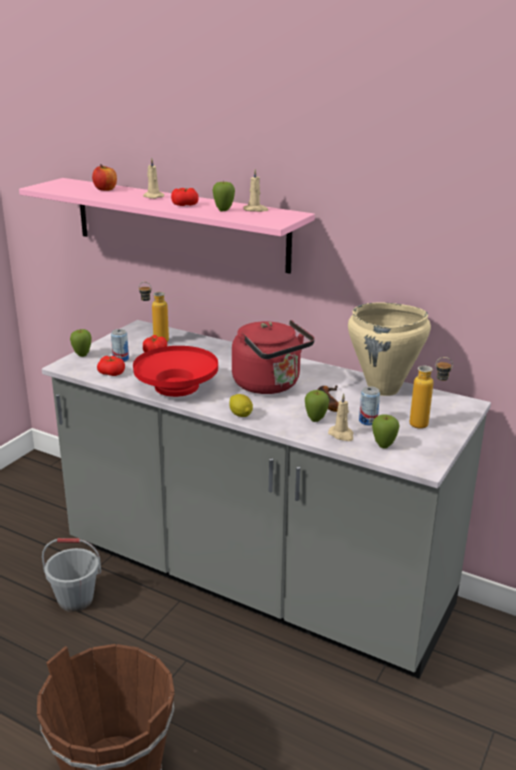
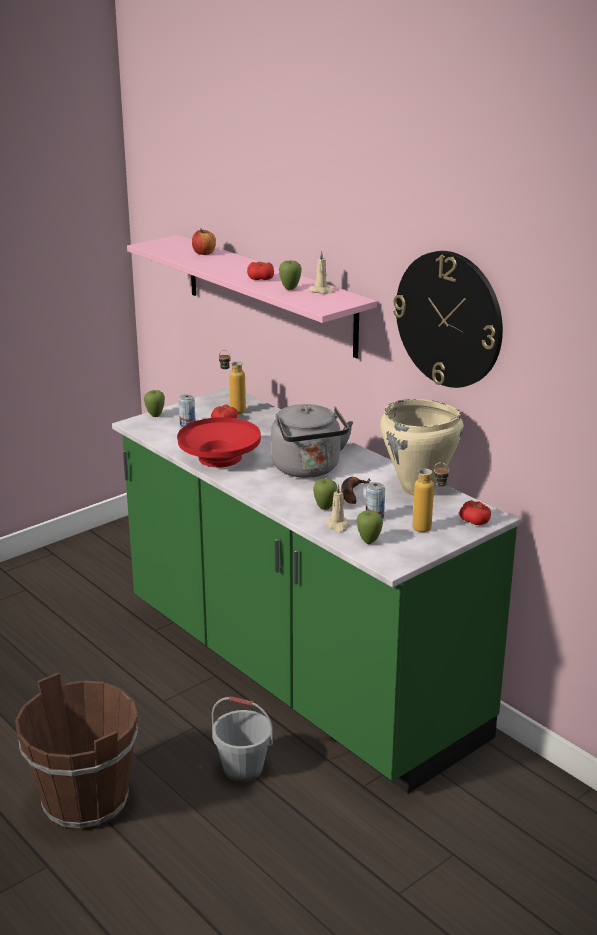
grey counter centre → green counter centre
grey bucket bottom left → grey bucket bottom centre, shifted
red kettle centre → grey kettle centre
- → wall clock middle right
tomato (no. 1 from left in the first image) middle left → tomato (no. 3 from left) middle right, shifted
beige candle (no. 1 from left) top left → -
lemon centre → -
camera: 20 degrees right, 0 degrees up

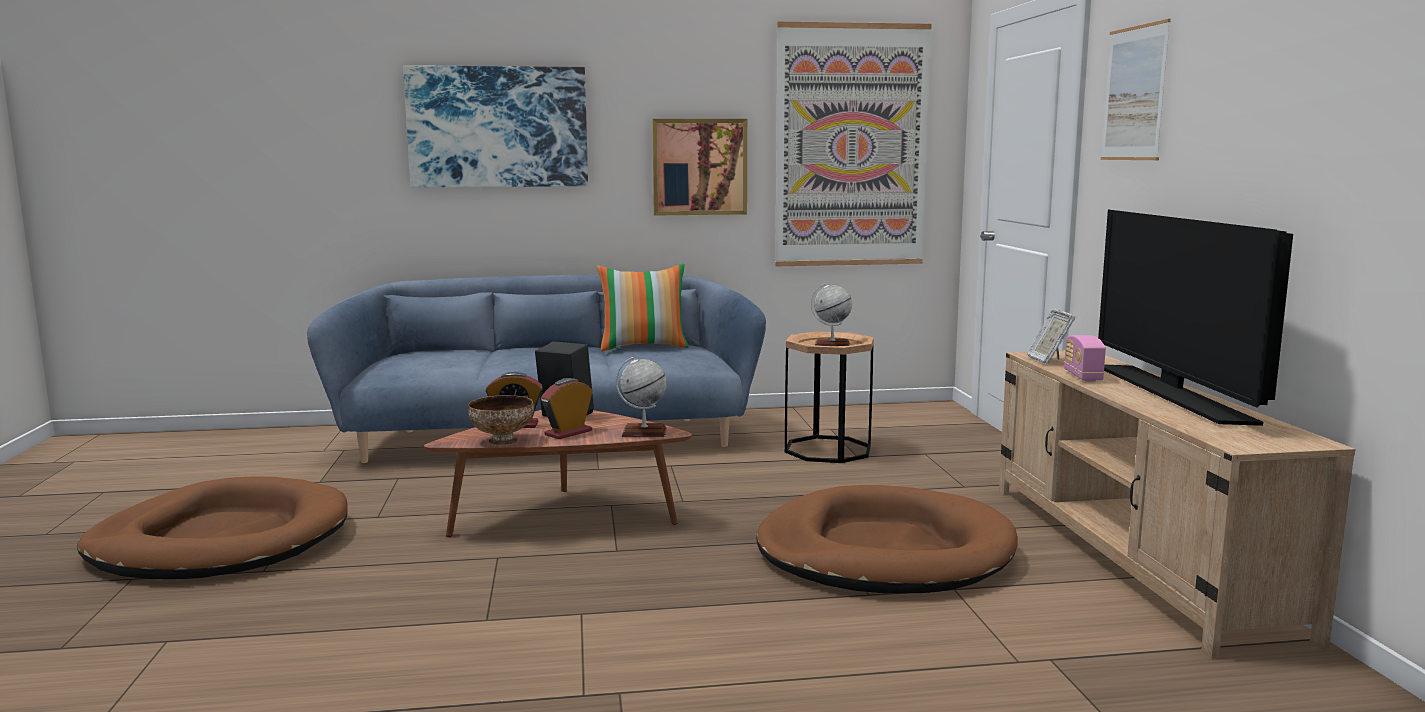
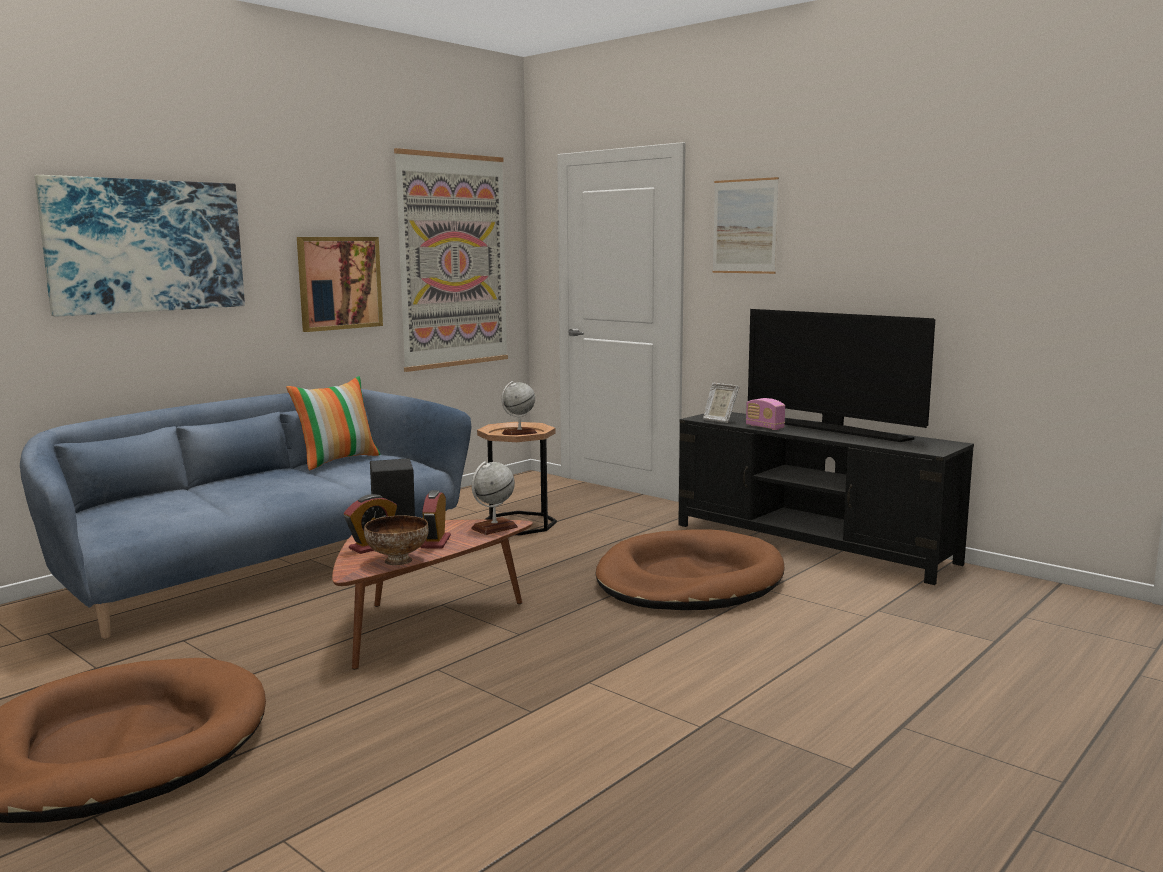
beige tv stand bottom right → black tv stand middle right
camera: 40 degrees left, 0 degrees up

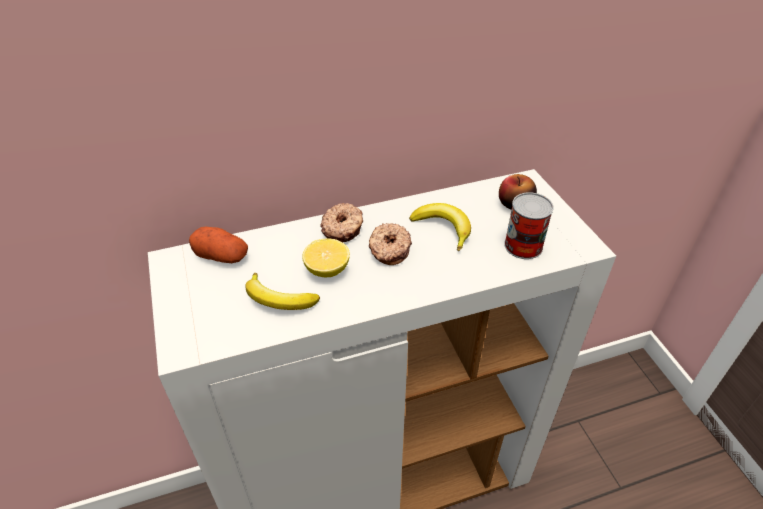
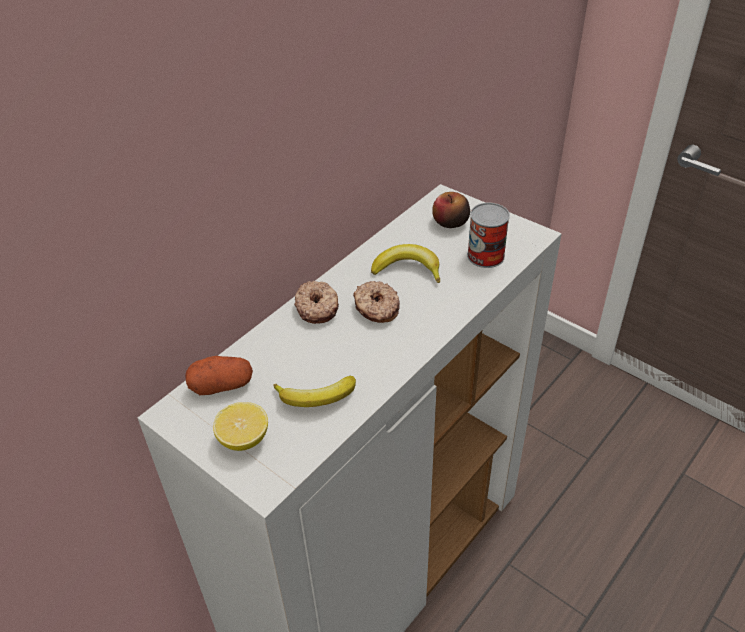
lemon centre → lemon bottom left, shifted
camera: 30 degrees left, 0 degrees up

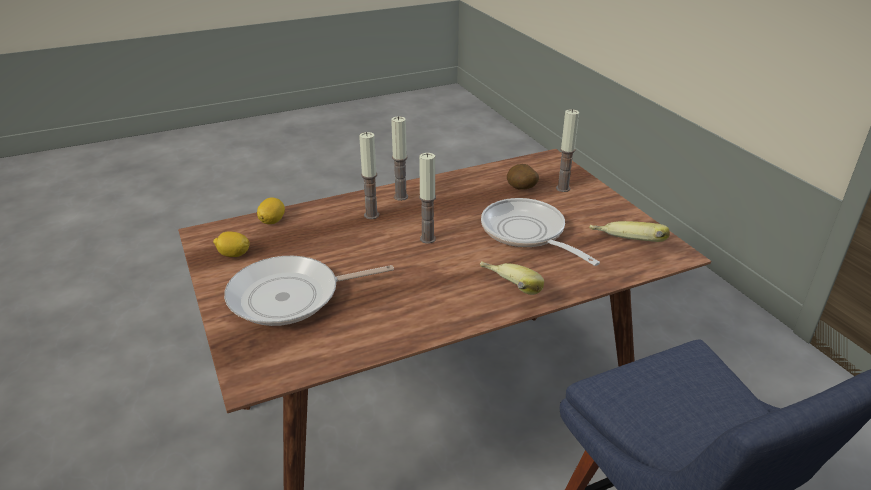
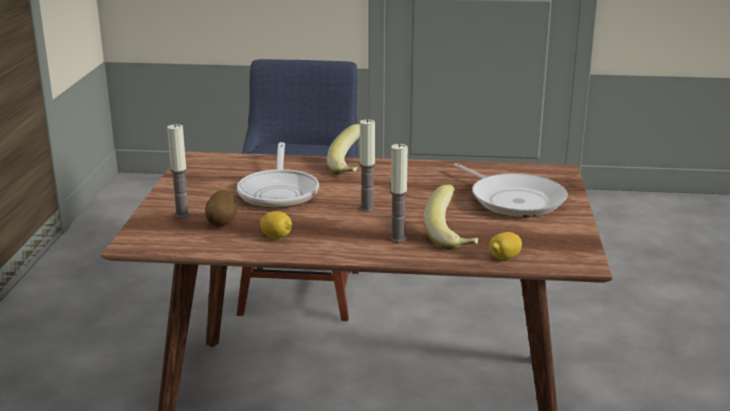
lemon (no. 1 from left) middle left → lemon (no. 1 from left) centre, shifted
banana (no. 2 from left) middle right → banana (no. 2 from left) centre, shifted
frying pan (no. 1 from left in the first image) centre → frying pan (no. 2 from left) middle right, 45 degrees clockwise
candle (no. 2 from left) top centre → -
camera: 150 degrees left, 10 degrees down

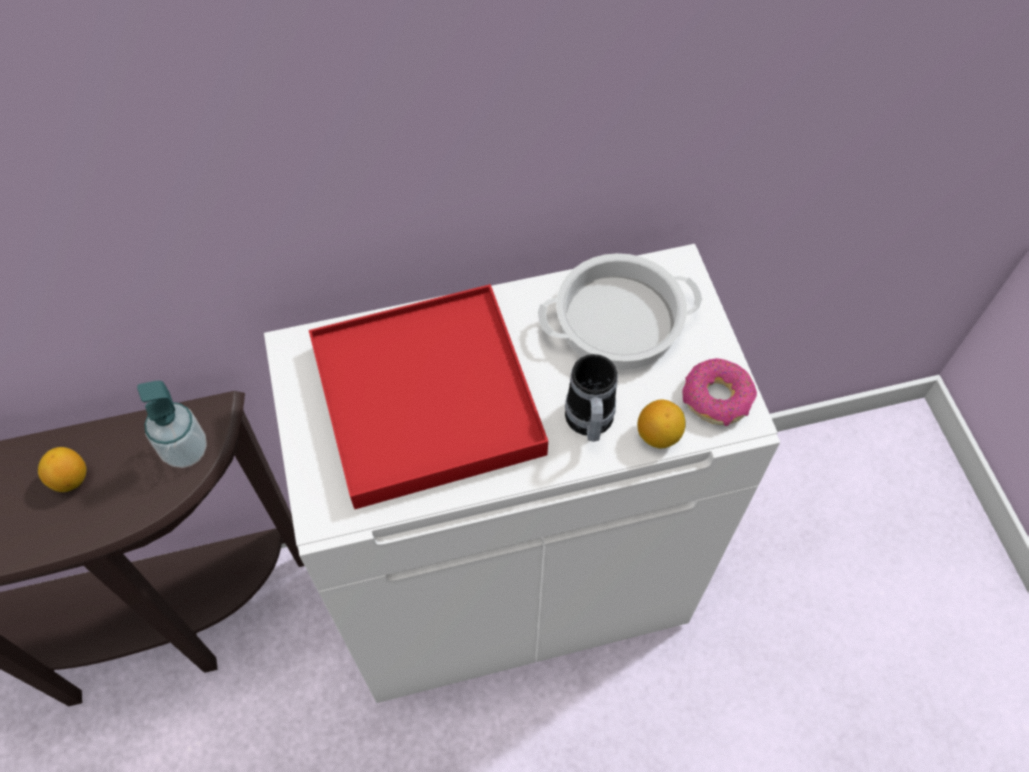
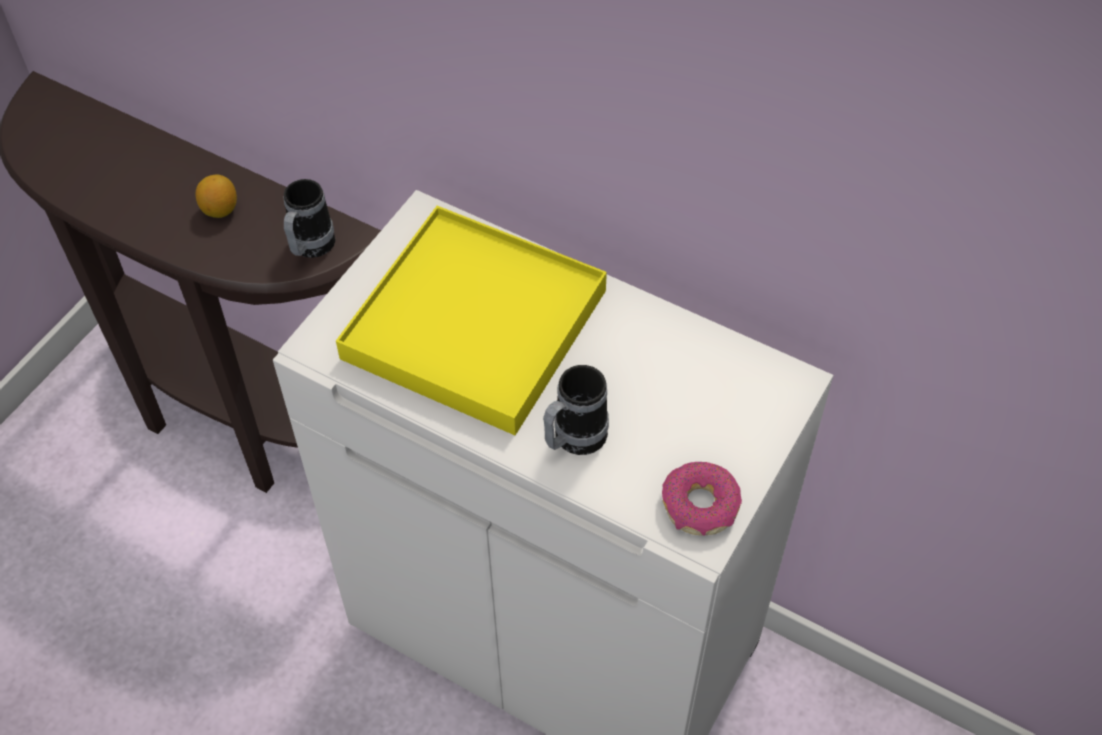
soap dispenser middle left → mug (no. 1 from left) top left
red tray centre → yellow tray centre
cooking pot centre → -
lemon (no. 2 from left) centre → -
camera: 45 degrees right, 5 degrees down

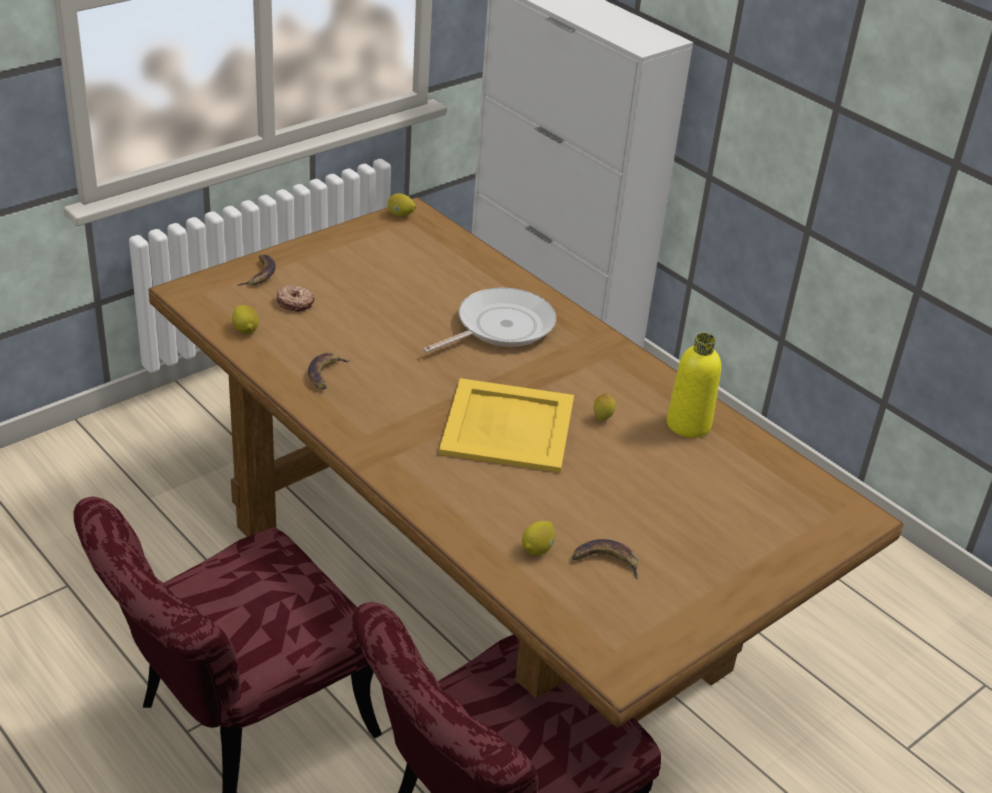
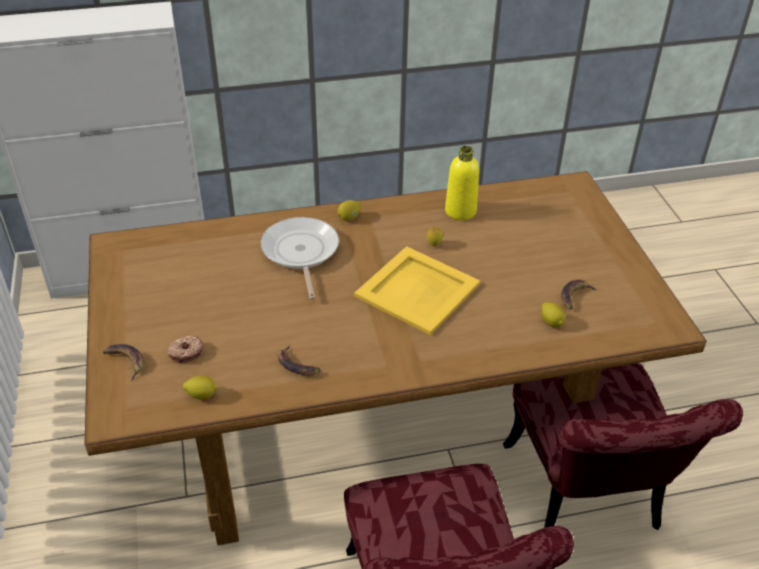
lemon (no. 2 from left) top centre → lemon (no. 2 from left) centre, shifted
camera: 60 degrees left, 5 degrees up

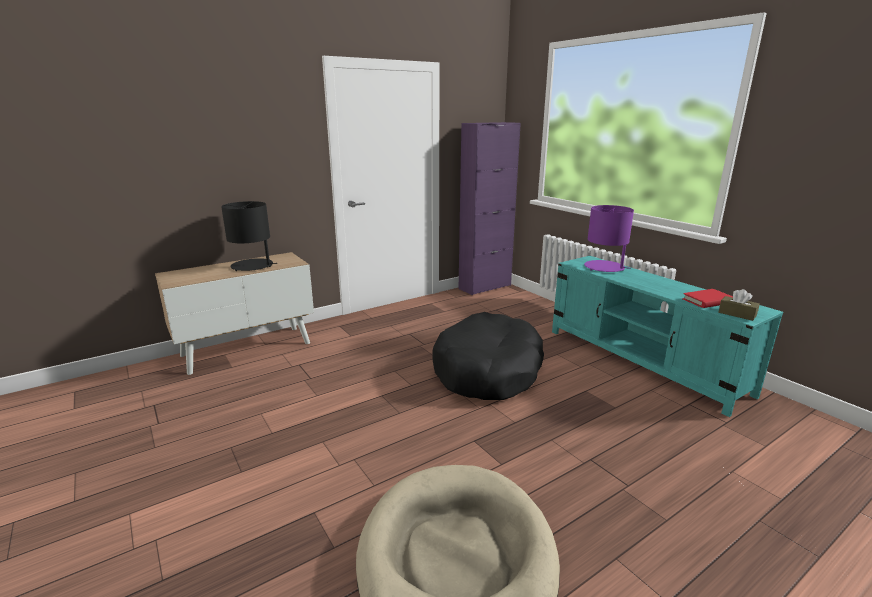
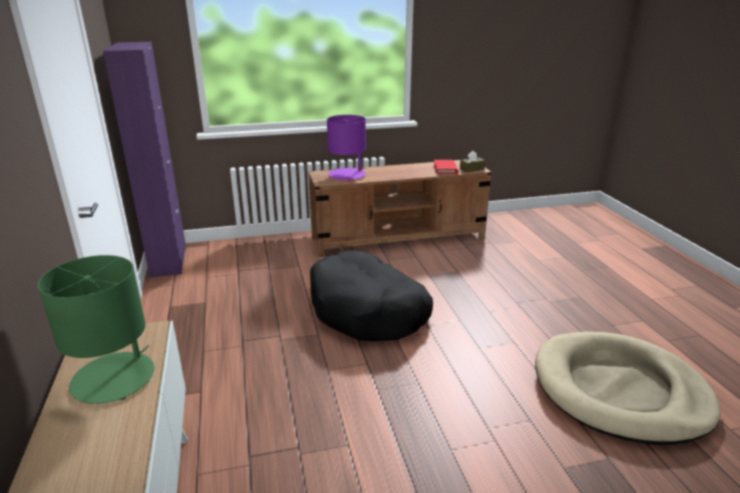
black table lamp middle left → green table lamp bottom left
turquoise tv stand middle right → brown tv stand centre
camera: 70 degrees left, 5 degrees up

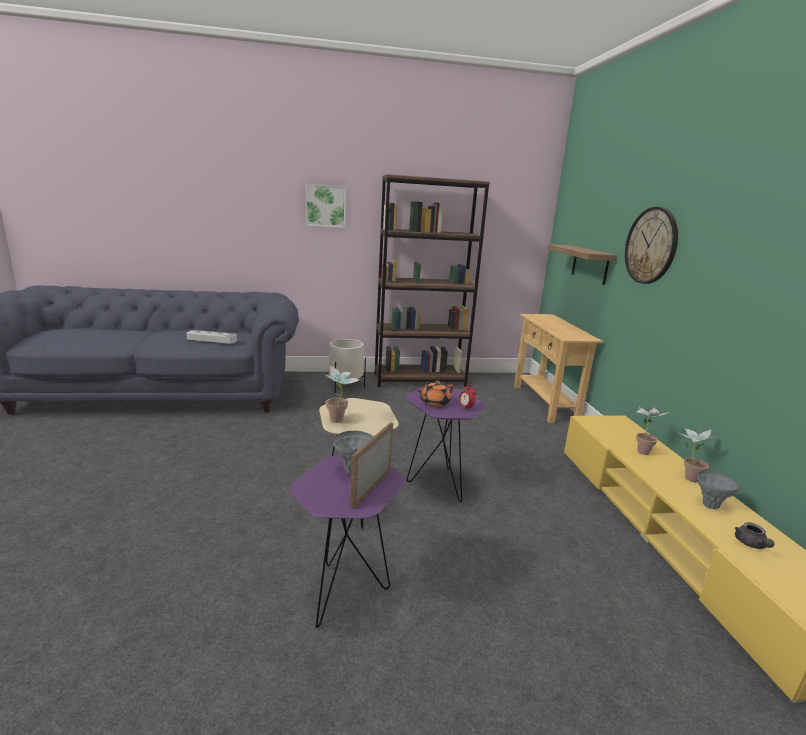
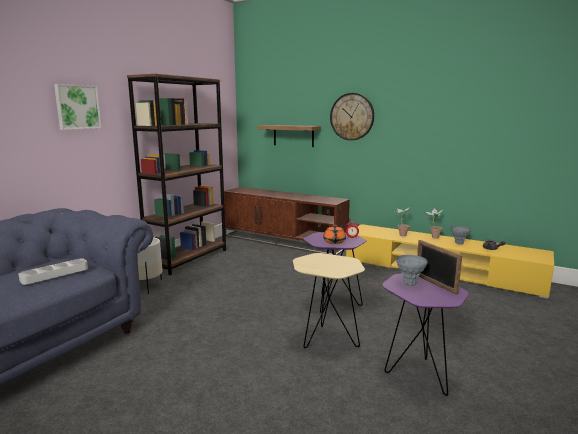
beige console table middle right → brown tv stand centre
potted plant (no. 1 from left) centre → -
camera: 50 degrees left, 5 degrees down

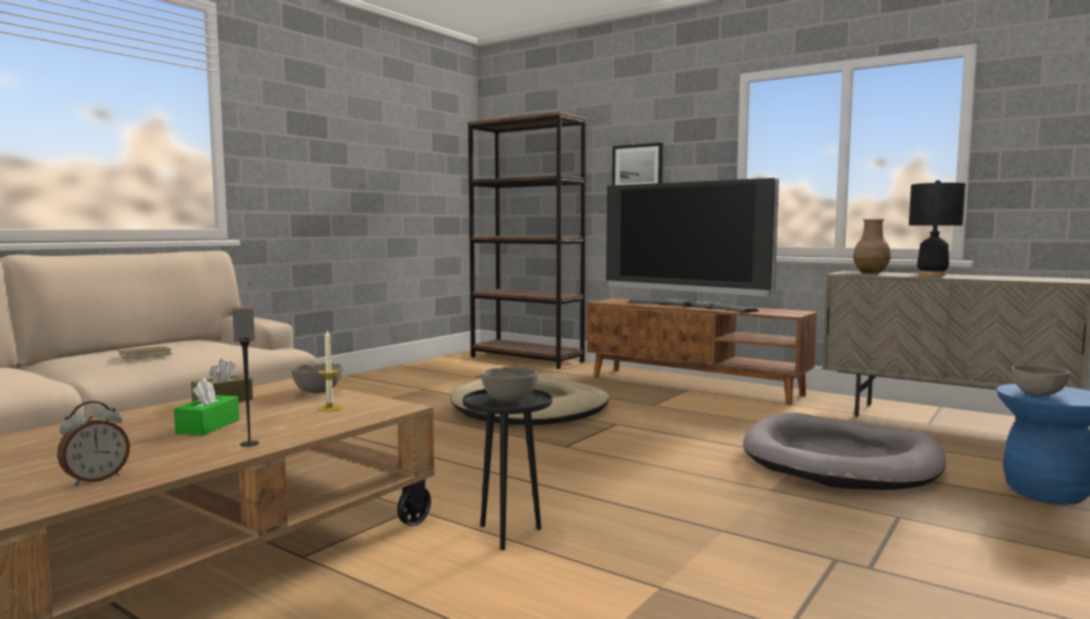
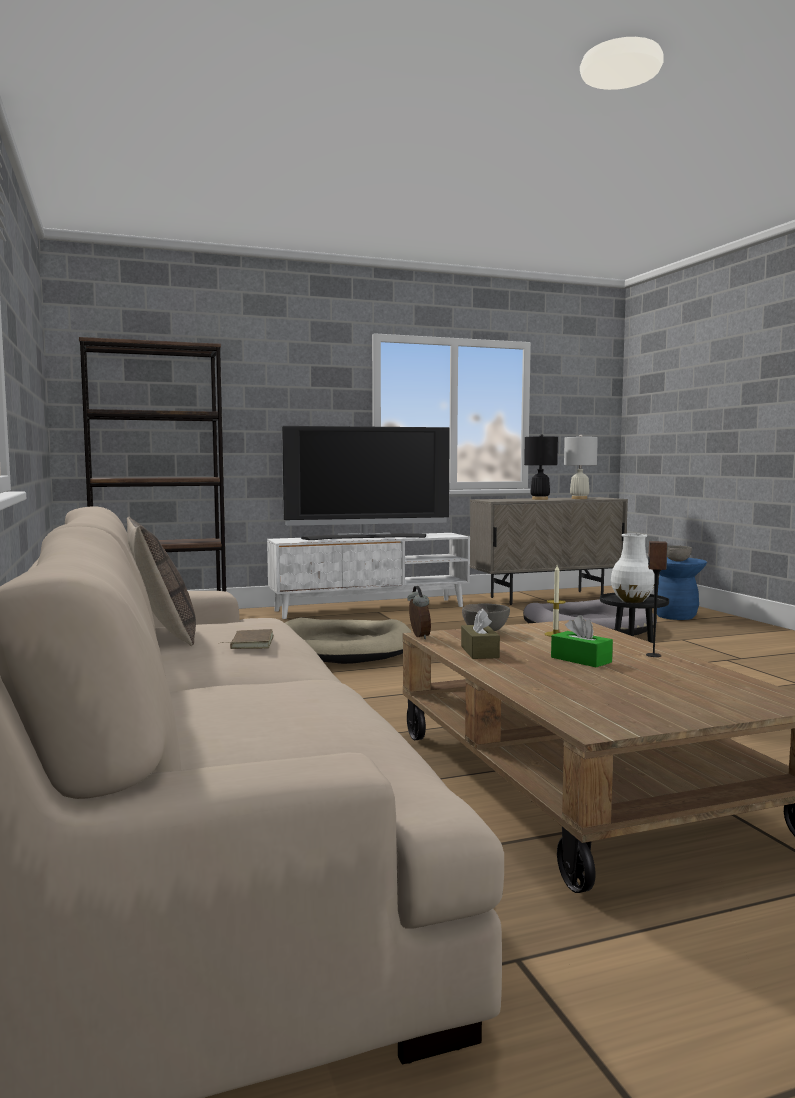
- → pillow middle left
brown tv stand centre → white tv stand centre
alarm clock bottom left → alarm clock centre, shifted
- → white table lamp middle right
grey bowl (no. 2 from left) centre → white vase middle right
picture top centre → -
brown vase middle right → -
camera: 55 degrees left, 0 degrees up

